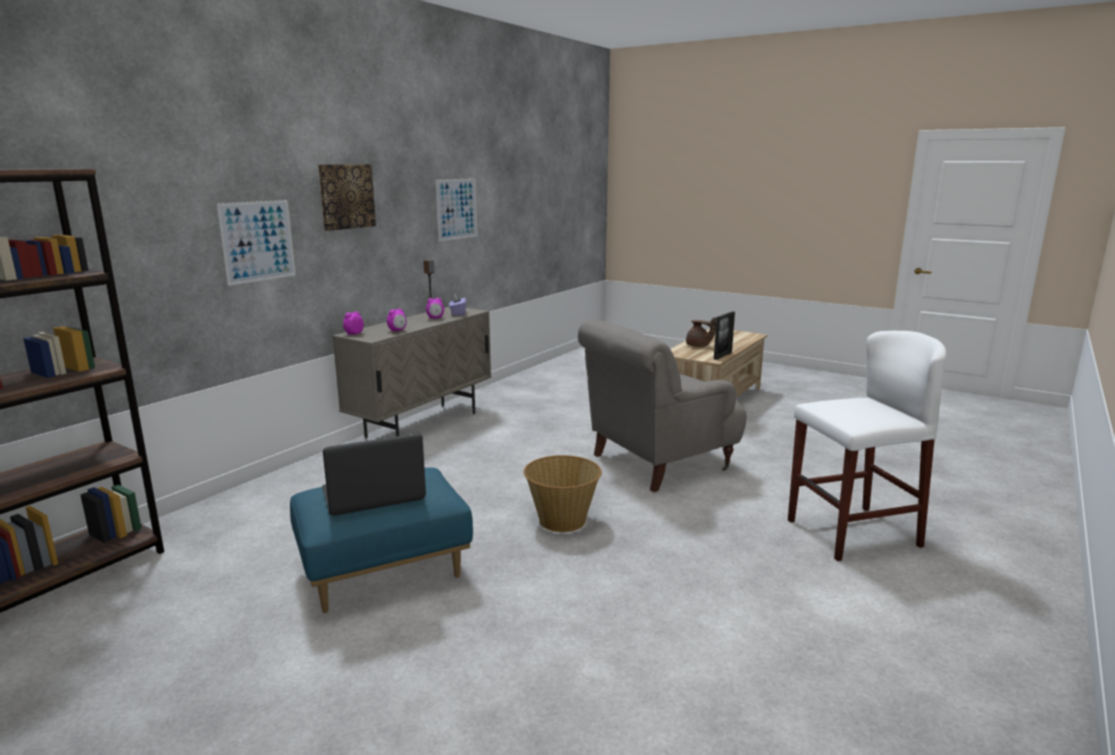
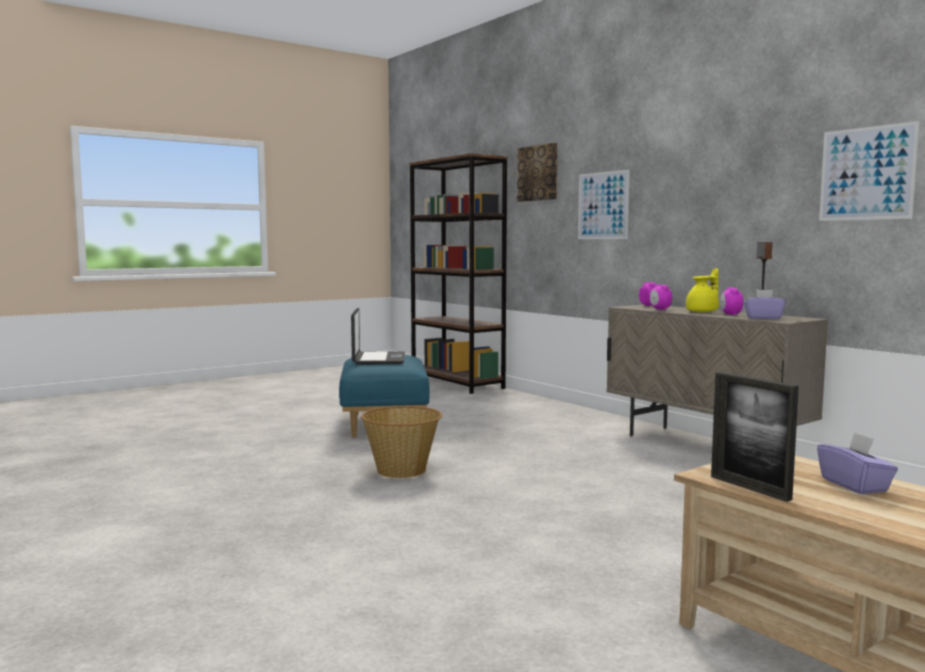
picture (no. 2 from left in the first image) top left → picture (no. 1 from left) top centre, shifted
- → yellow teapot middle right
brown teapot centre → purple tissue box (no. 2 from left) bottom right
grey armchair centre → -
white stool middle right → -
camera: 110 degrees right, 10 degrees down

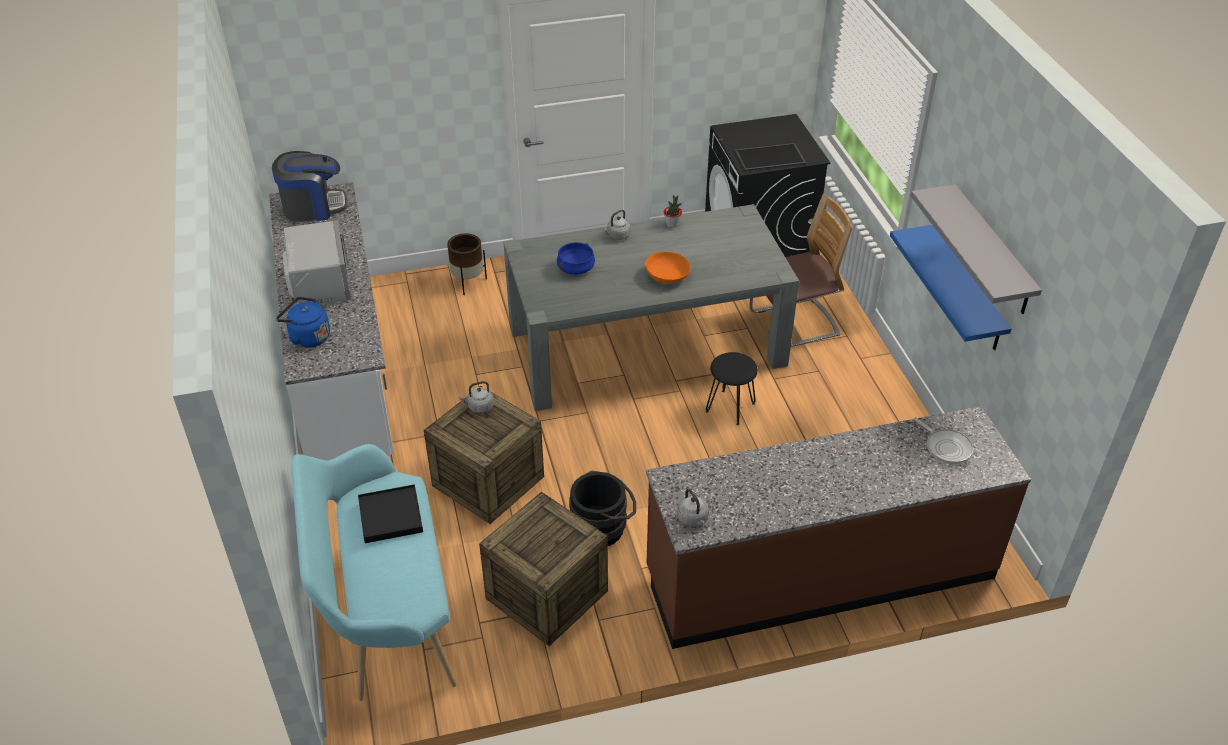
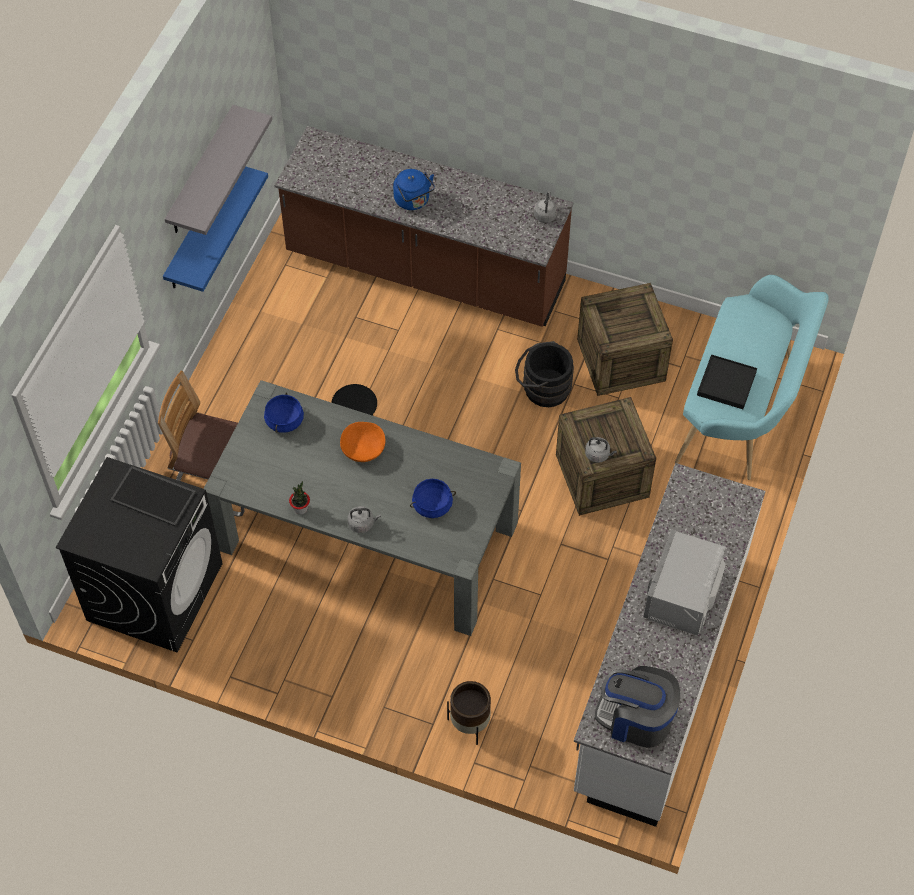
- → blue cooking pot (no. 1 from left) middle left
blue kettle middle left → blue kettle top centre, shifted
frying pan middle right → -
camera: 145 degrees left, 15 degrees up

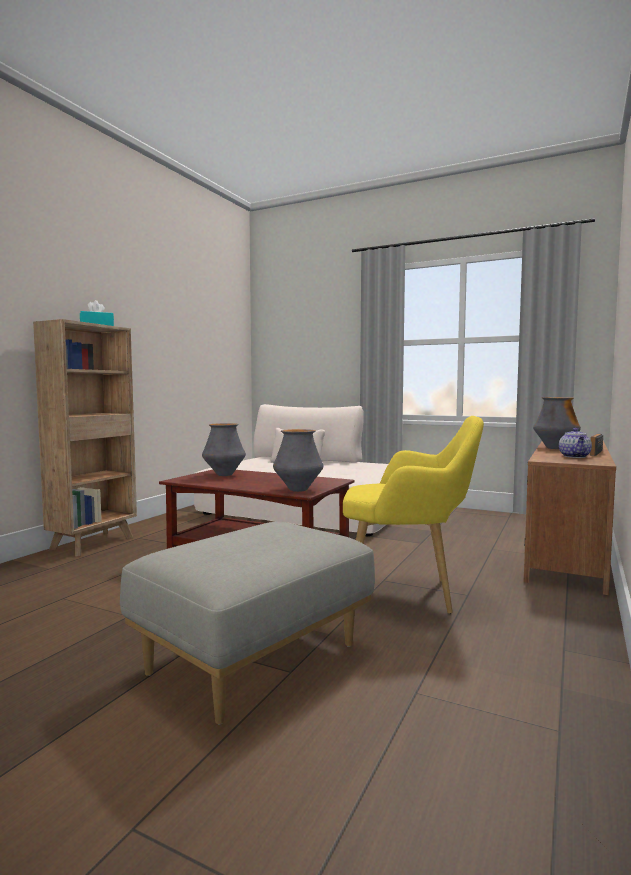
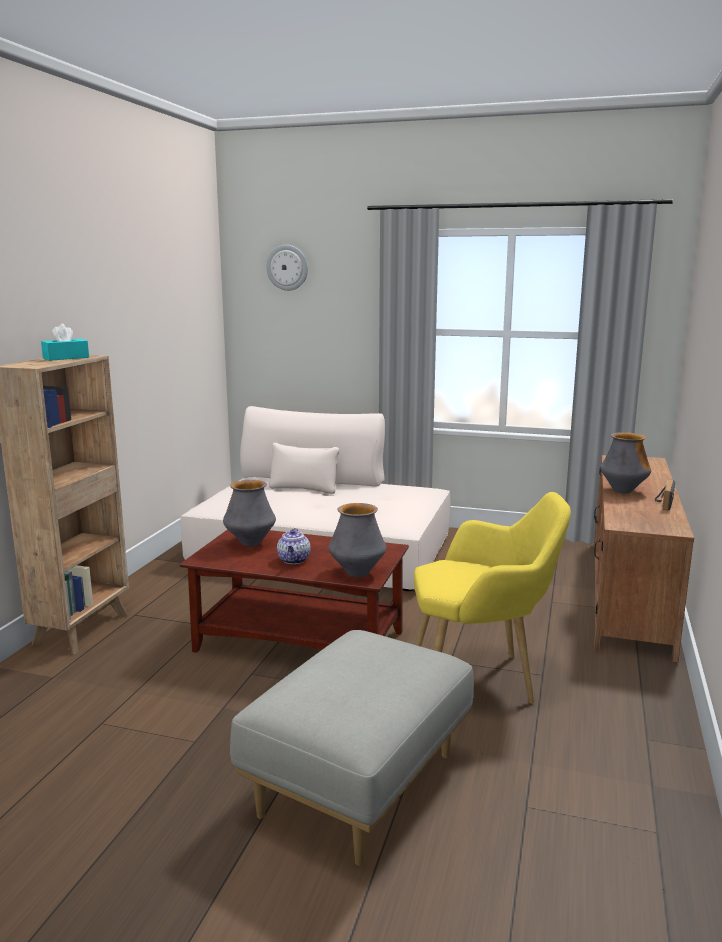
- → wall clock top centre
teapot middle right → teapot centre, shifted
camera: 10 degrees left, 10 degrees up

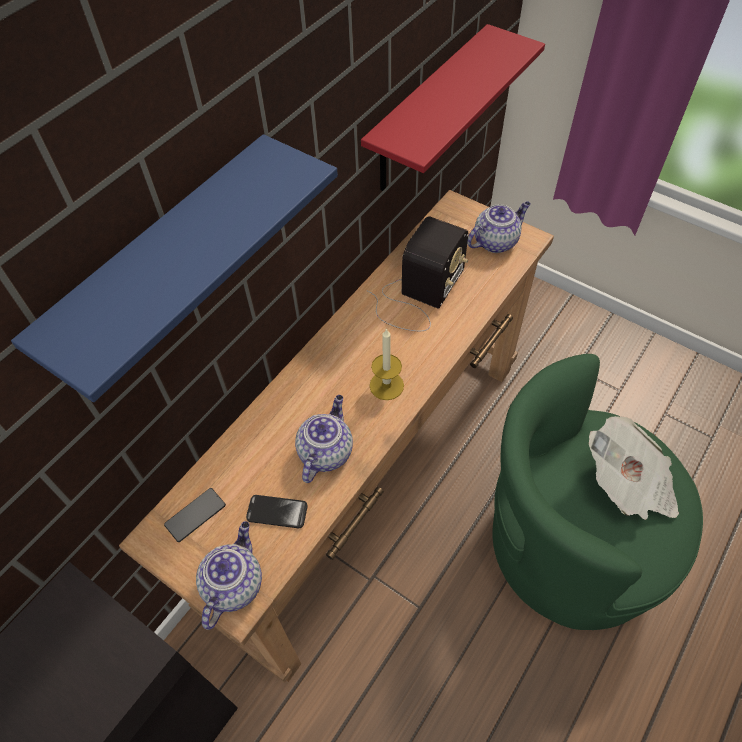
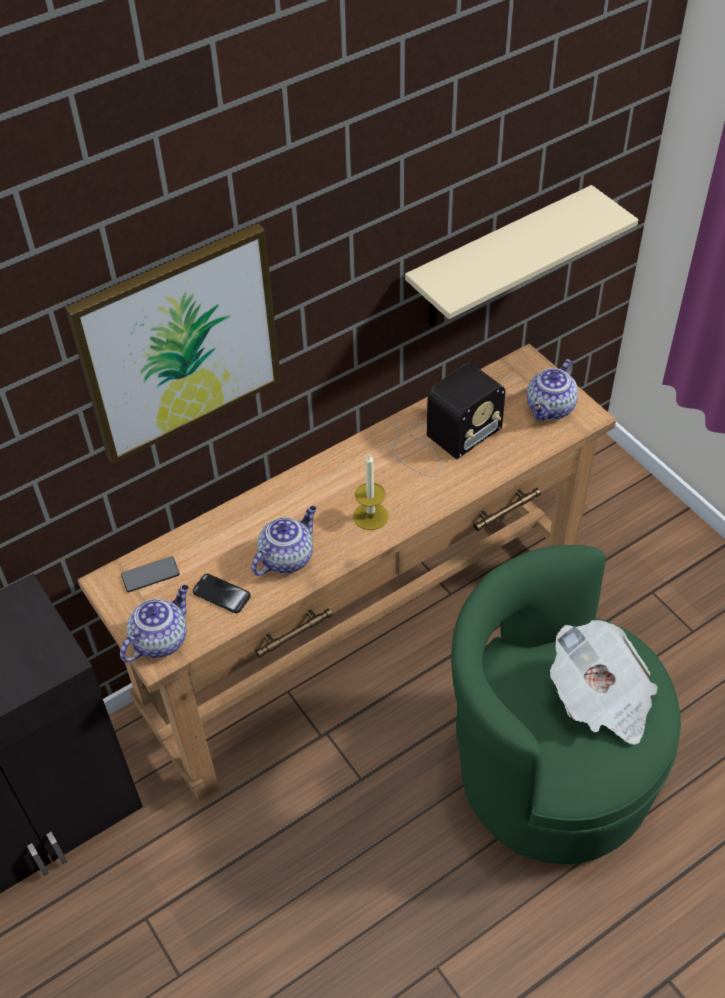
blue shelf middle left → picture middle left
red shelf top centre → beige shelf top right
teapot (no. 3 from left) top right → teapot (no. 3 from left) middle right, 135 degrees clockwise
camera: 20 degrees right, 5 degrees down

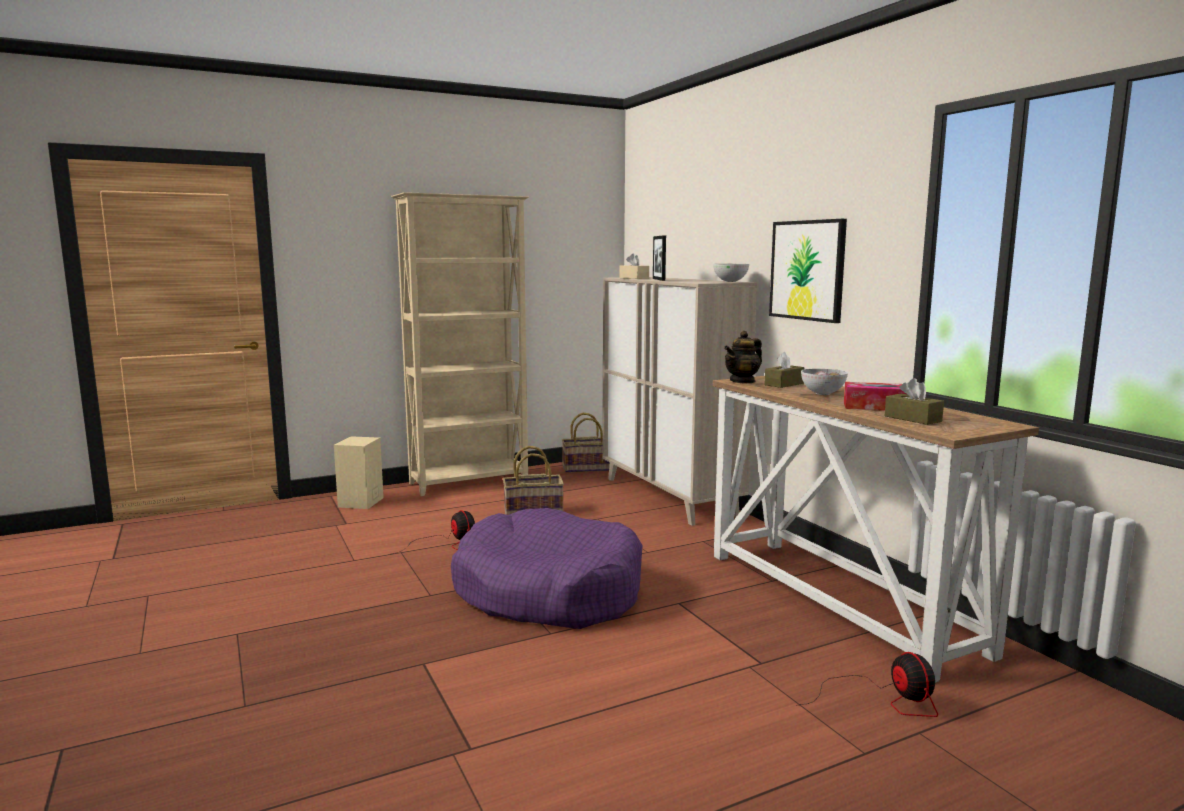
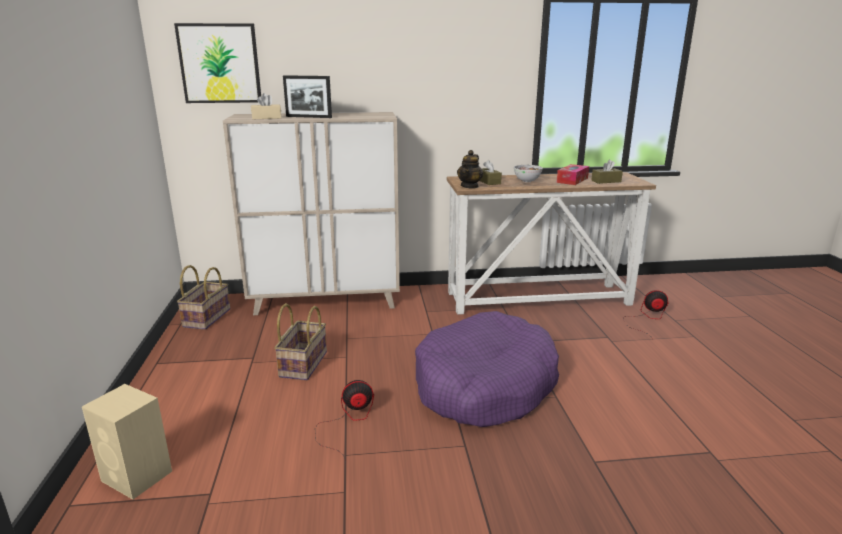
picture middle right → picture top left, shifted
teapot centre → teapot top centre, 45 degrees clockwise
beige bookcase centre → -
bowl (no. 1 from left) centre → -
camera: 70 degrees left, 10 degrees up

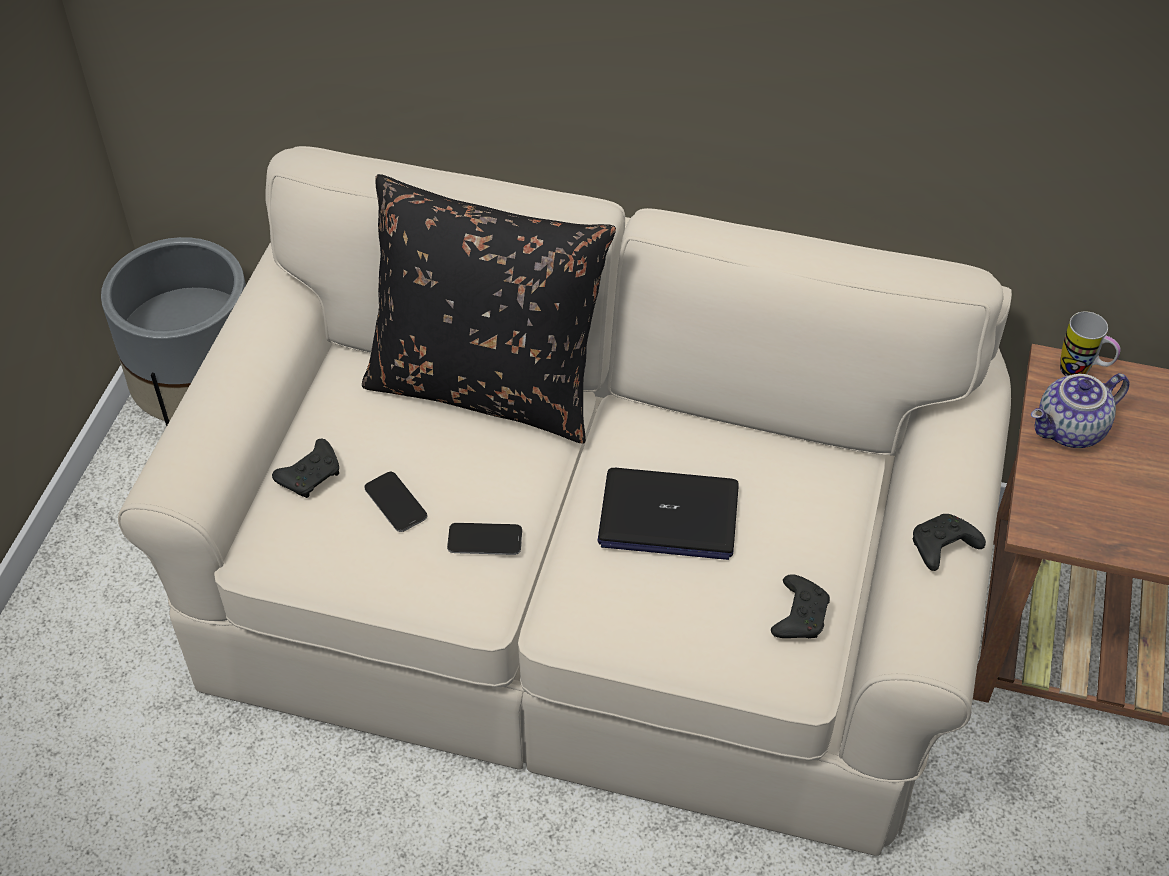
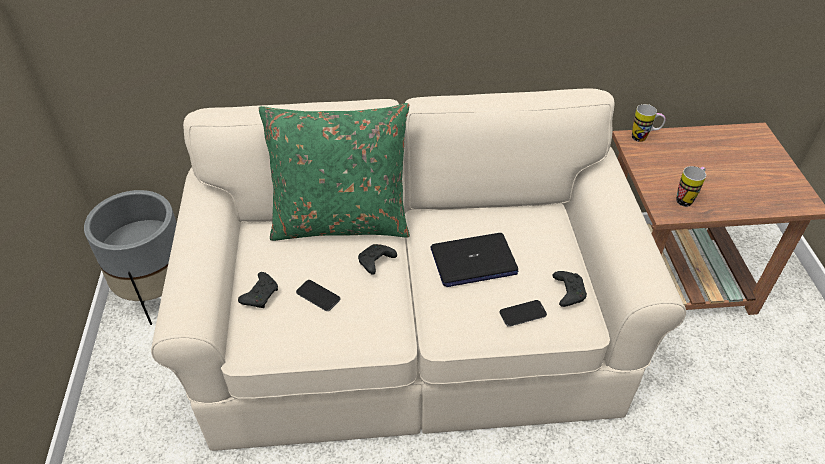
black pillow centre → green pillow centre
black game controller (no. 3 from left in the first image) middle right → black game controller (no. 2 from left) centre, shifted
phone (no. 2 from left) centre → phone (no. 2 from left) bottom centre, shifted
- → mug (no. 2 from left) middle right
teapot middle right → -
camera: 20 degrees left, 5 degrees down

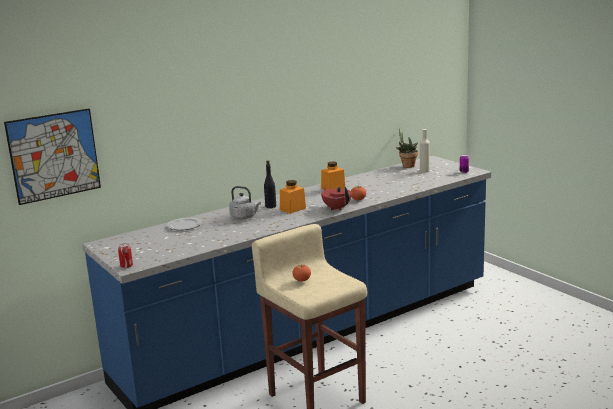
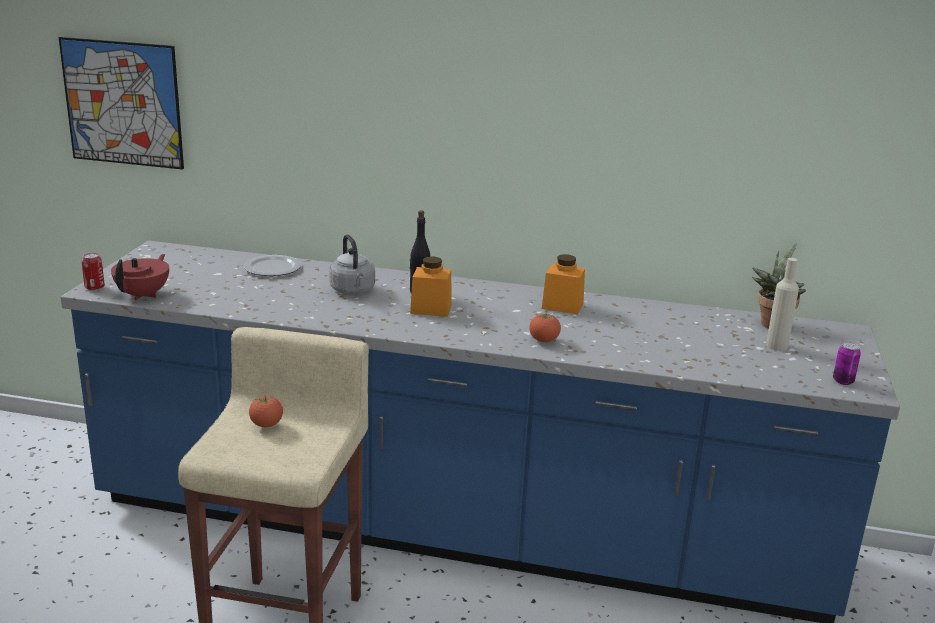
red teapot centre → red teapot middle left, shifted
camera: 45 degrees right, 5 degrees up

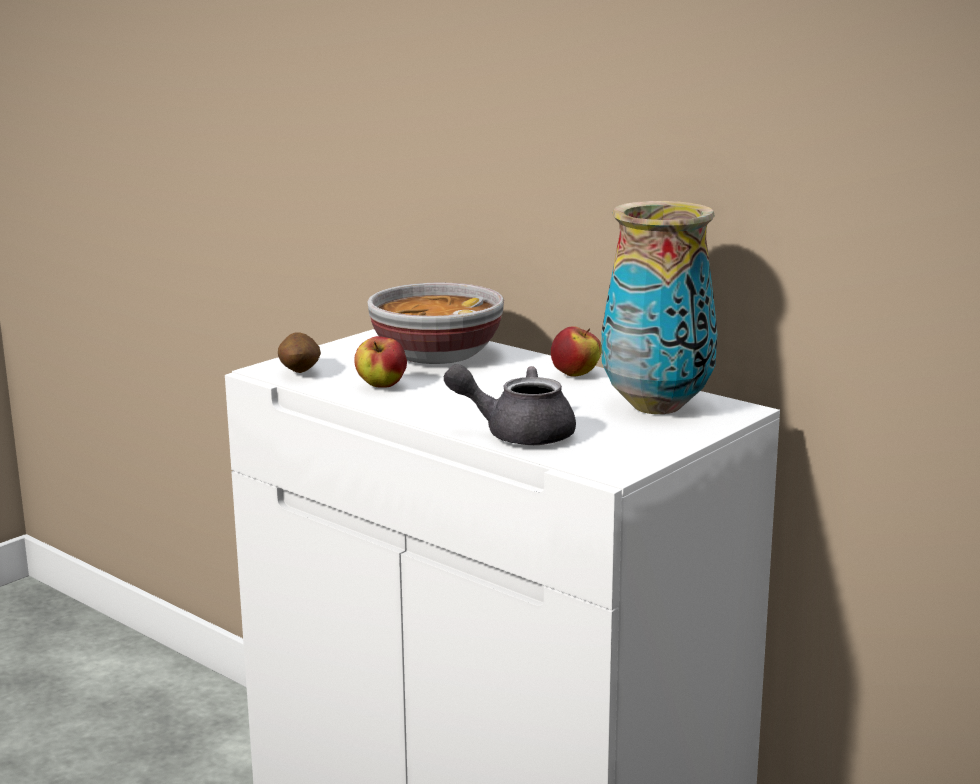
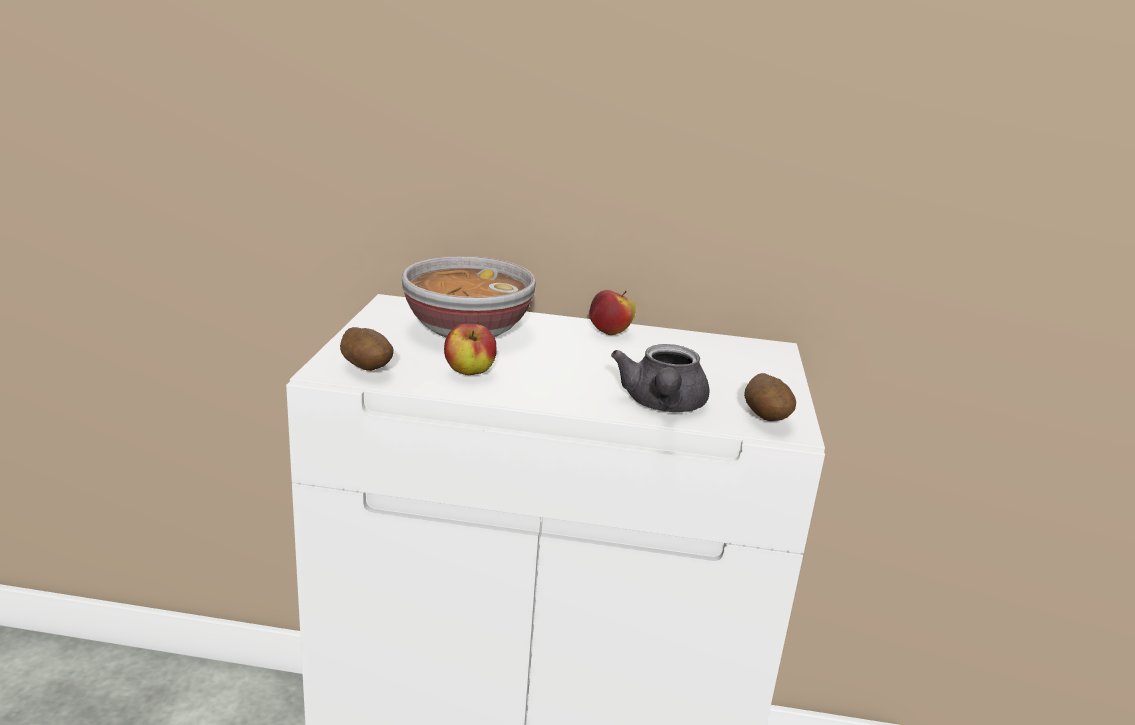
grey teapot centre, 60 degrees counterclockwise
- → potato (no. 2 from left) middle right
vase middle right → -
camera: 35 degrees left, 5 degrees up

